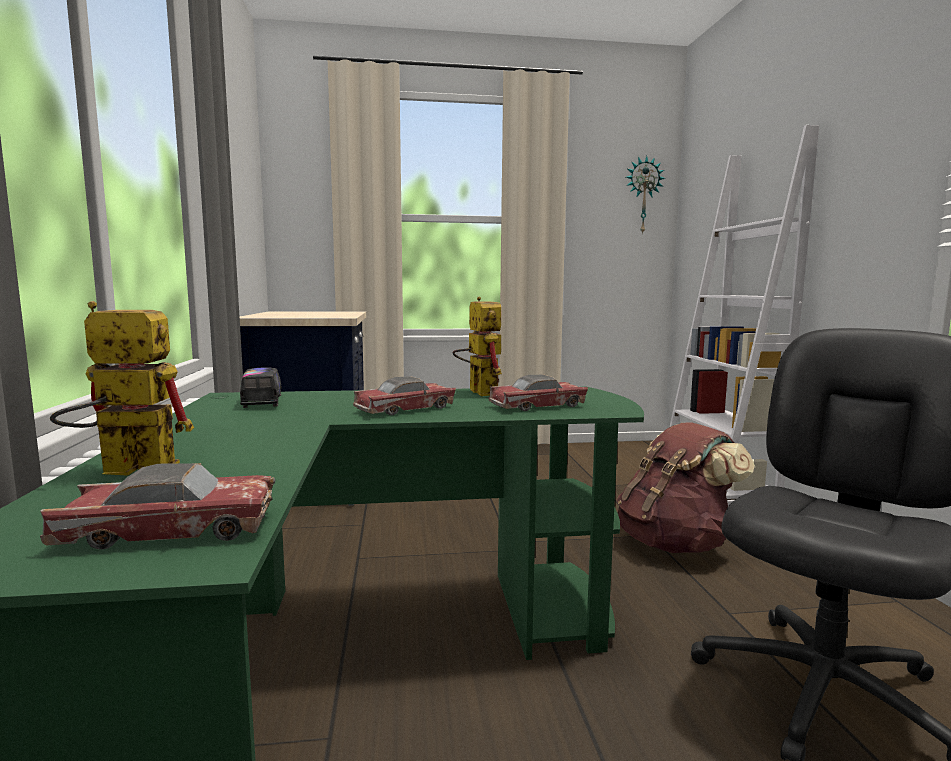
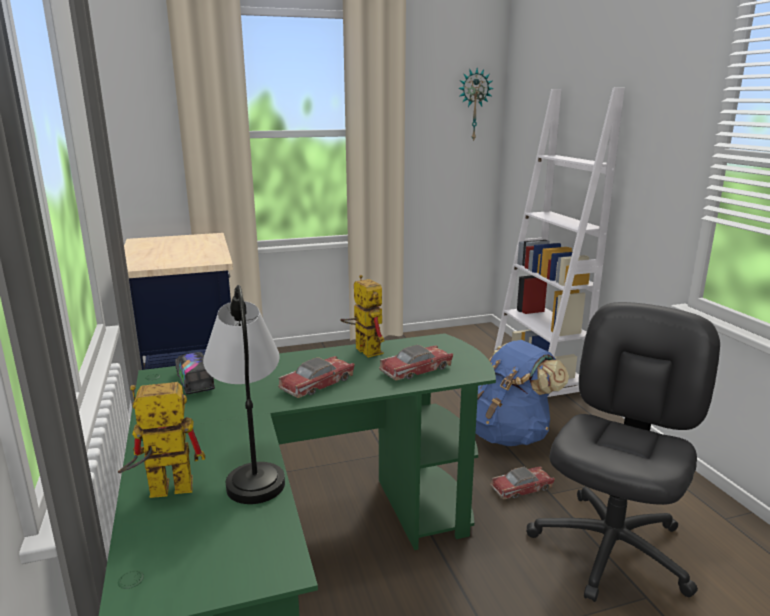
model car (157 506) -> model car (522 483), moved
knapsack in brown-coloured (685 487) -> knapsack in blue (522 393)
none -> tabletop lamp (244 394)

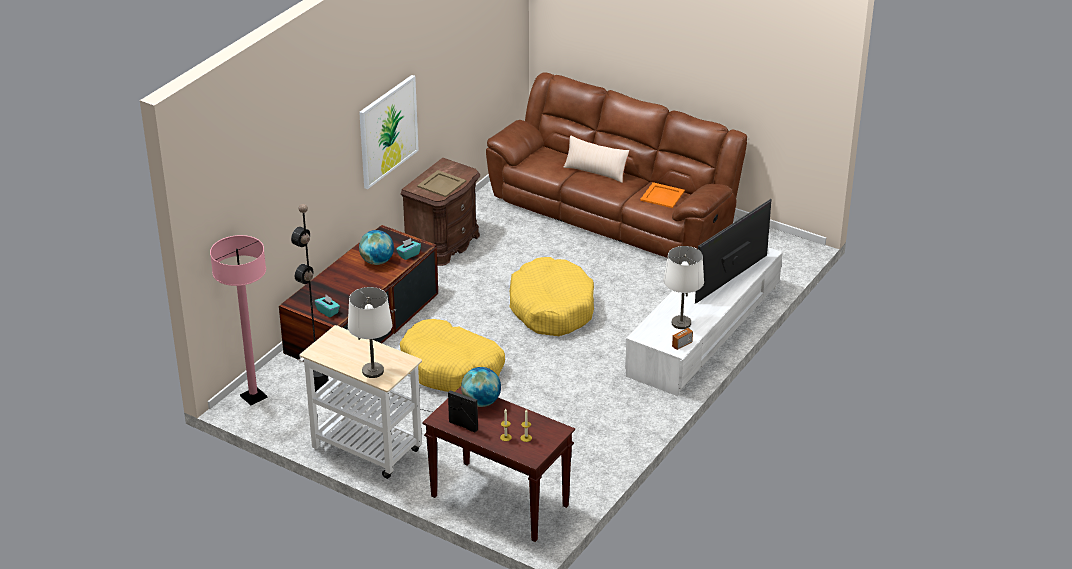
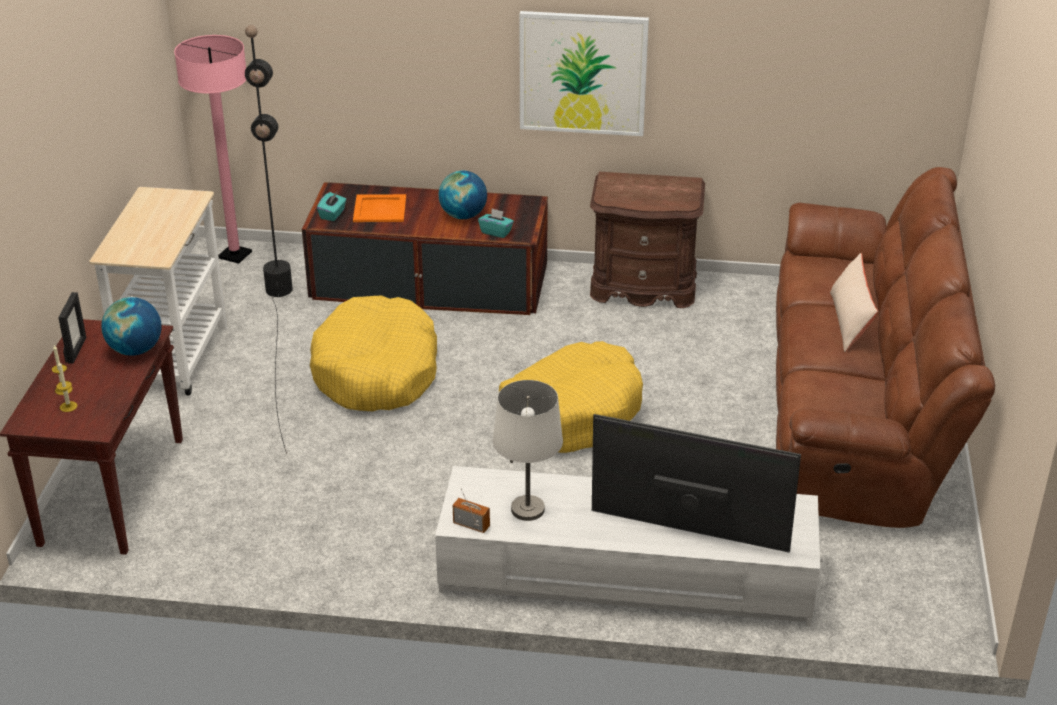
tabletop lamp in white-coloured (370 332) -> none
serving tray in beige (441 183) -> none
serving tray in orange-coloured (662 195) -> serving tray in orange-coloured (379 208), moved

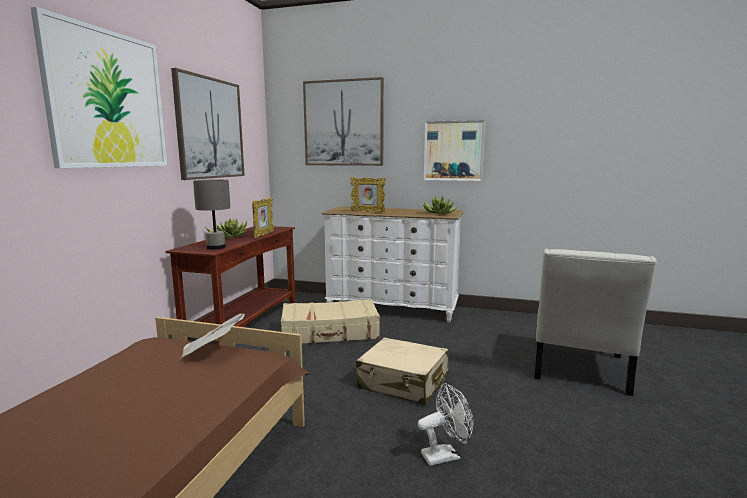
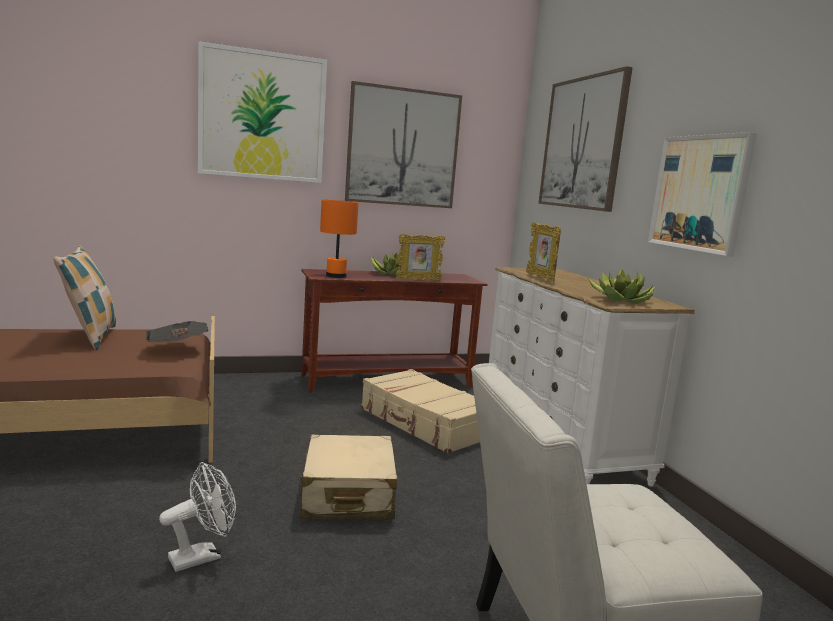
tabletop lamp in grey (211 214) -> tabletop lamp in orange-coloured (339 239)
cooling fan in white-coloured (446 424) -> cooling fan in white-coloured (197 517), 75 degrees counterclockwise
none -> throw pillow (84 297)

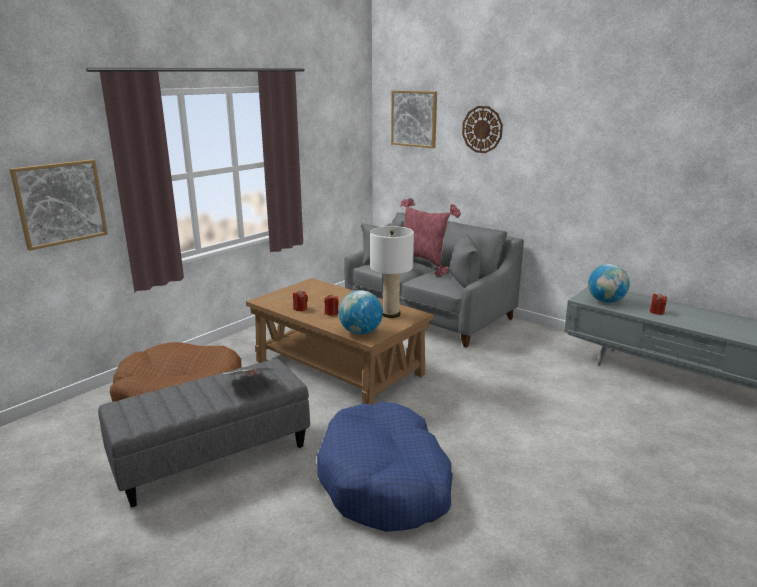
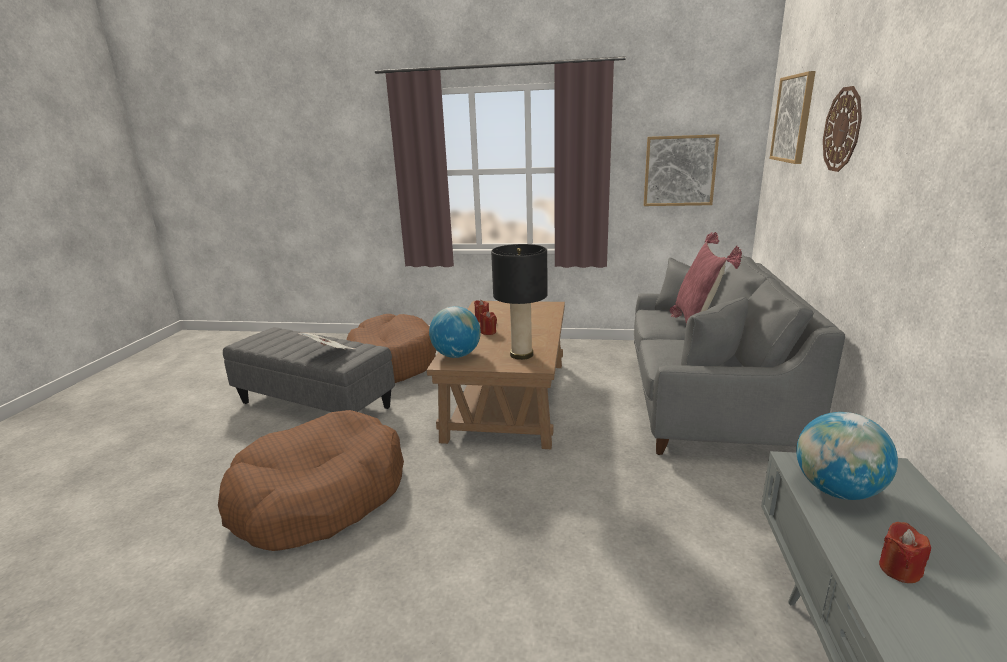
wall art (59 205) -> wall art (681 170), moved
dog bed in blue (385 467) -> dog bed in brown-coloured (311 480)
tabletop lamp in white-coloured (392 272) -> tabletop lamp in black-coloured (519 302)

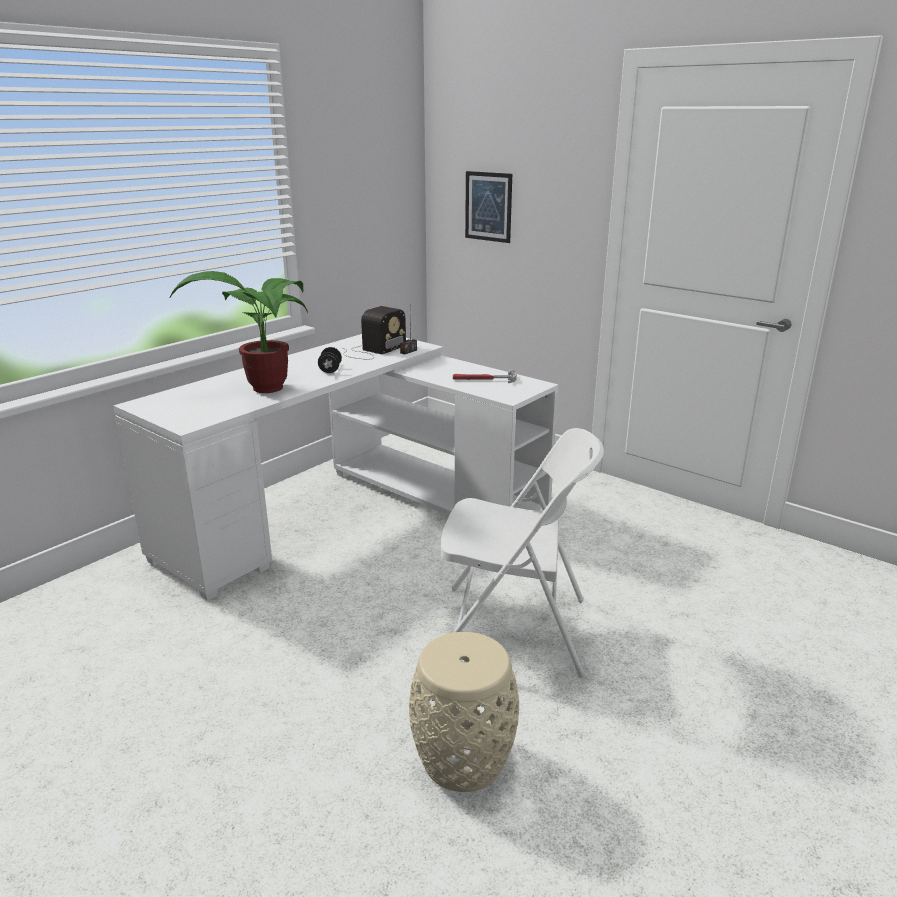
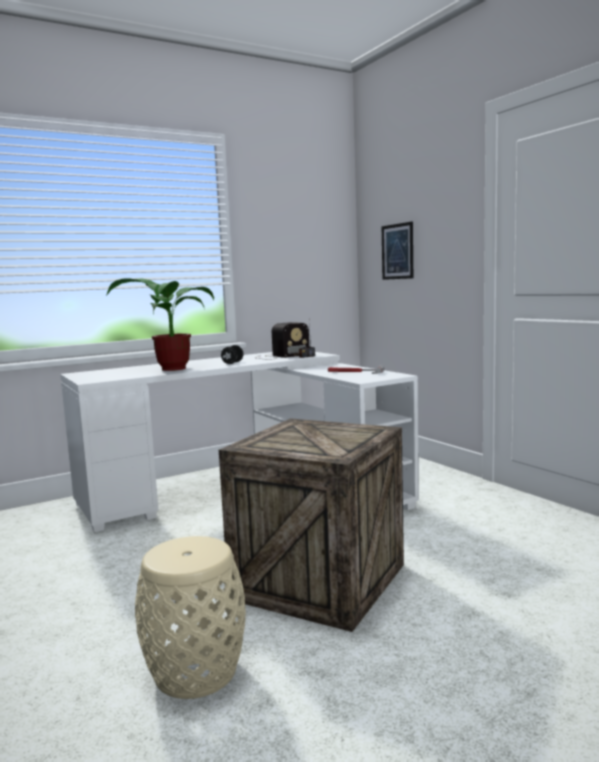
upright chair in white-coloured (522 553) -> crate (311 525)

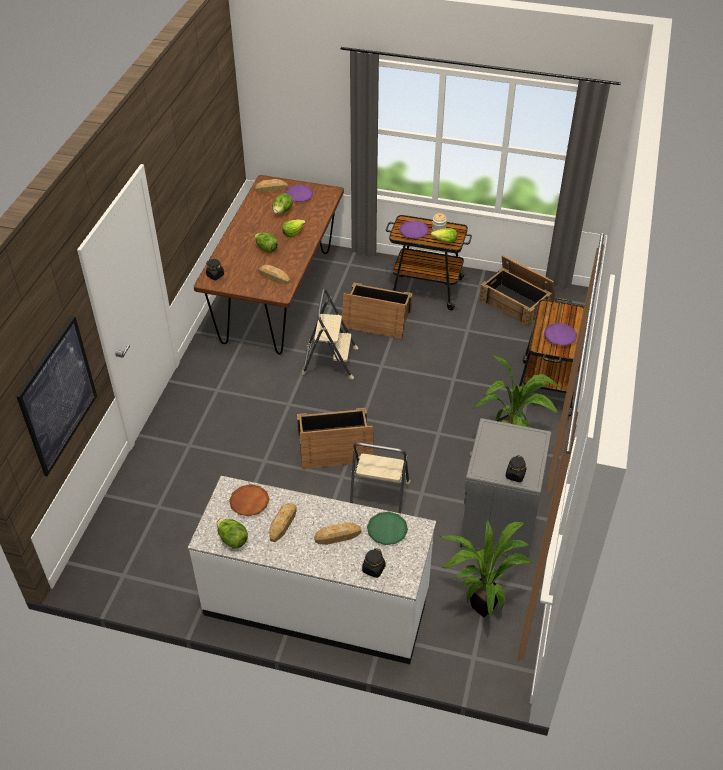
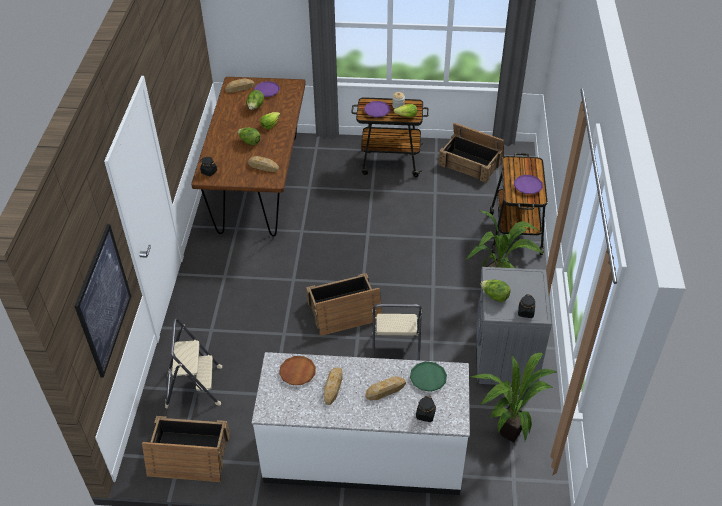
lettuce (232 534) -> lettuce (495 291), moved
stepladder in beige (330 334) -> stepladder in beige (193 363), moved
crate (377 311) -> crate (186 449), moved

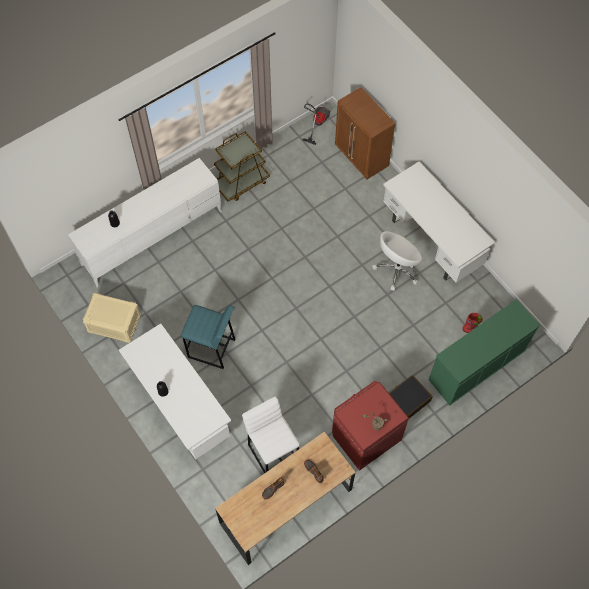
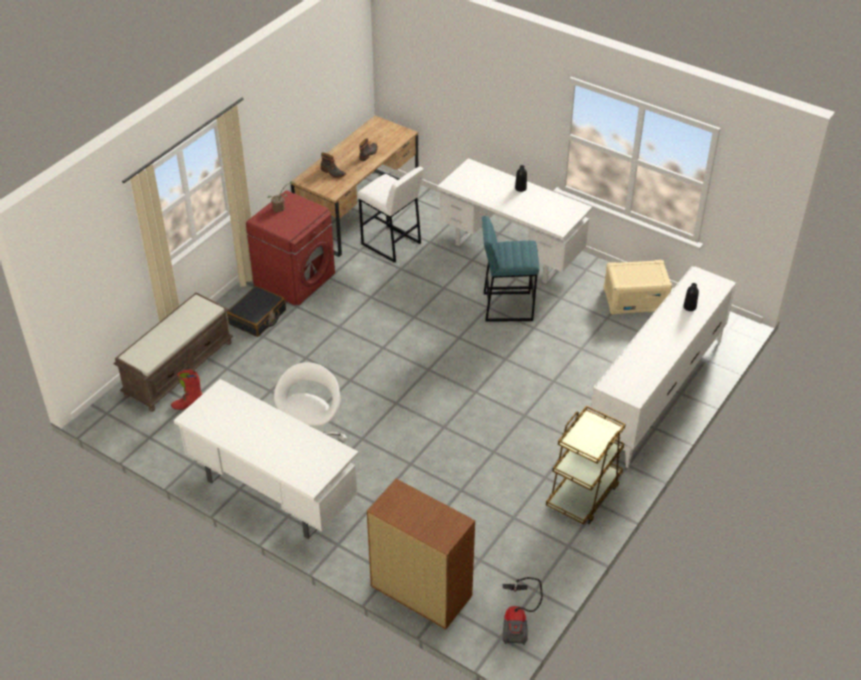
storage cabinet in green (484 352) -> bench in brown-coloured (173 352)

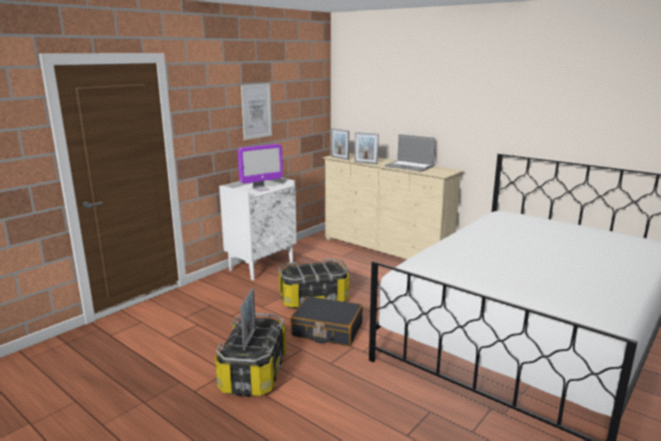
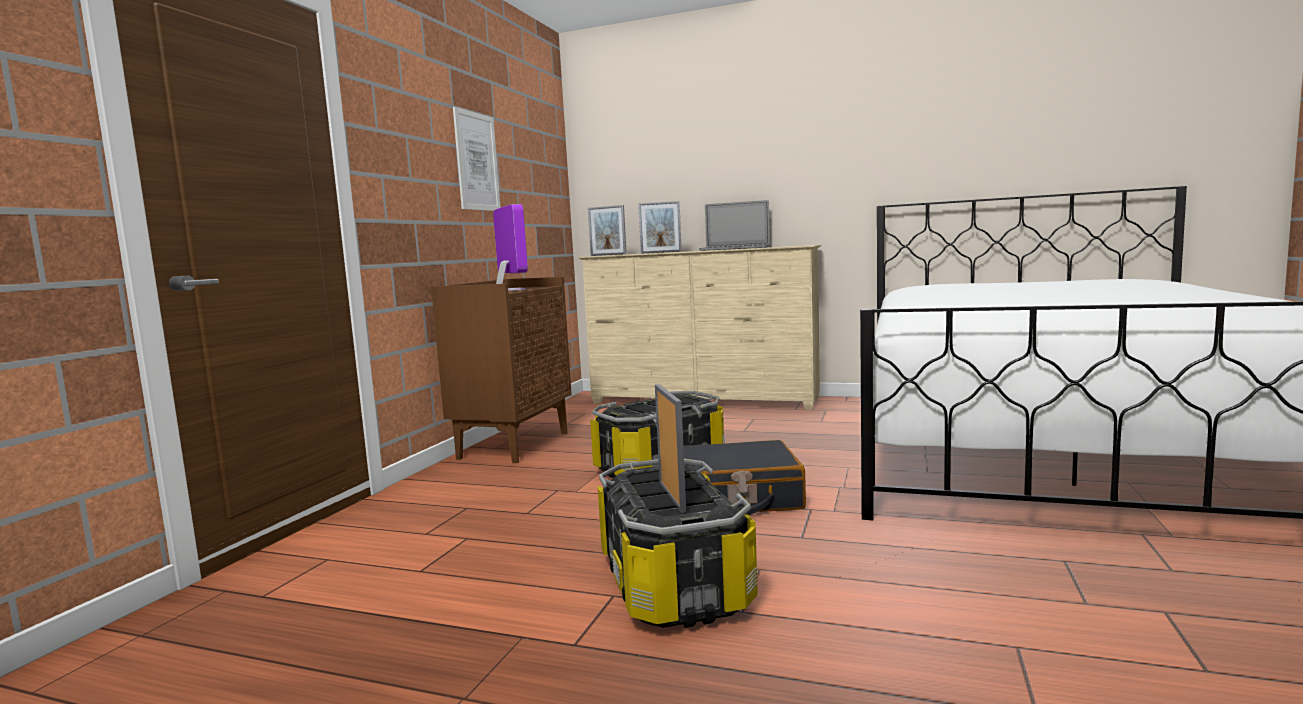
storage cabinet in white-coloured (258 229) -> storage cabinet in brown-coloured (501 370)
computer screen (260 167) -> computer screen (510 247), 60 degrees counterclockwise

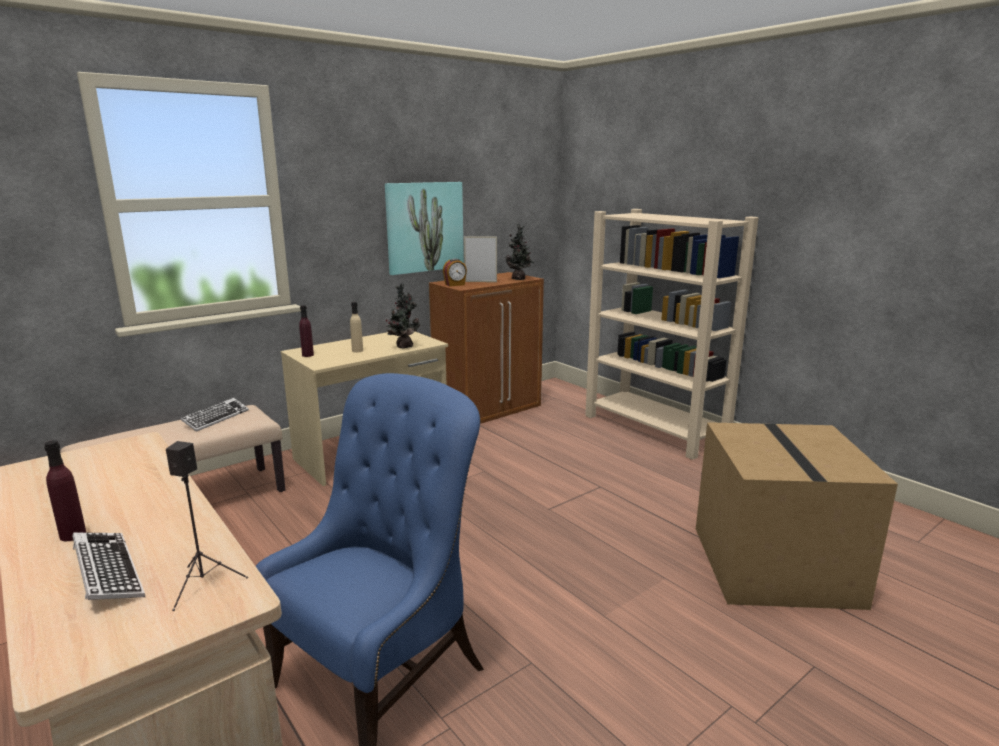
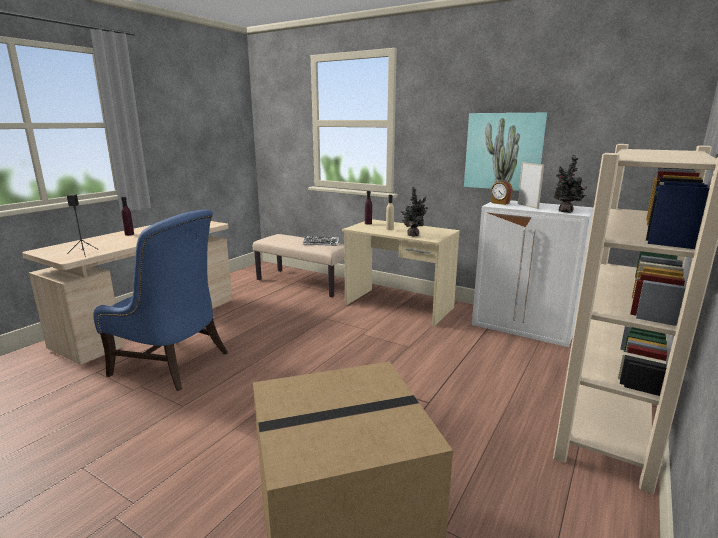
PC keyboard (108 566) -> none
storage cabinet in brown-coloured (486 348) -> storage cabinet in white-coloured (533 273)

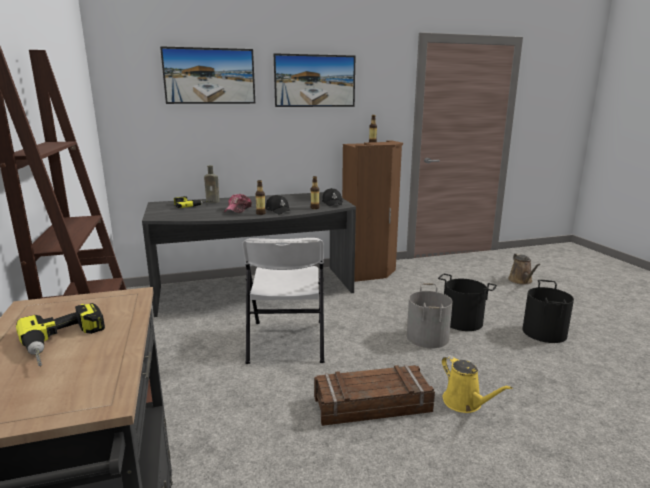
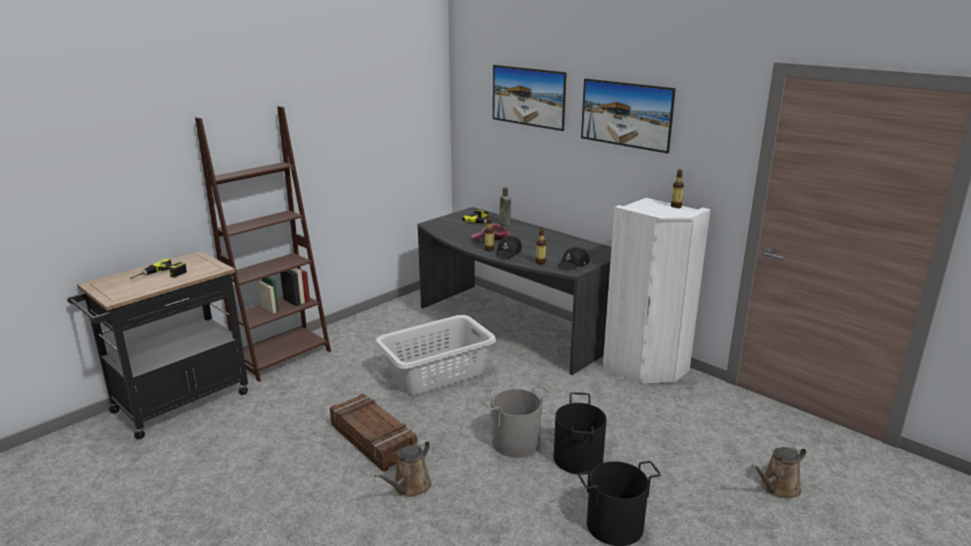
upright chair in white-coloured (283 301) -> laundry basket in grey (435 355)
storage cabinet in brown-coloured (372 211) -> storage cabinet in white-coloured (656 290)
watering pot in yellow (477 384) -> watering pot in brown-coloured (403 468)

